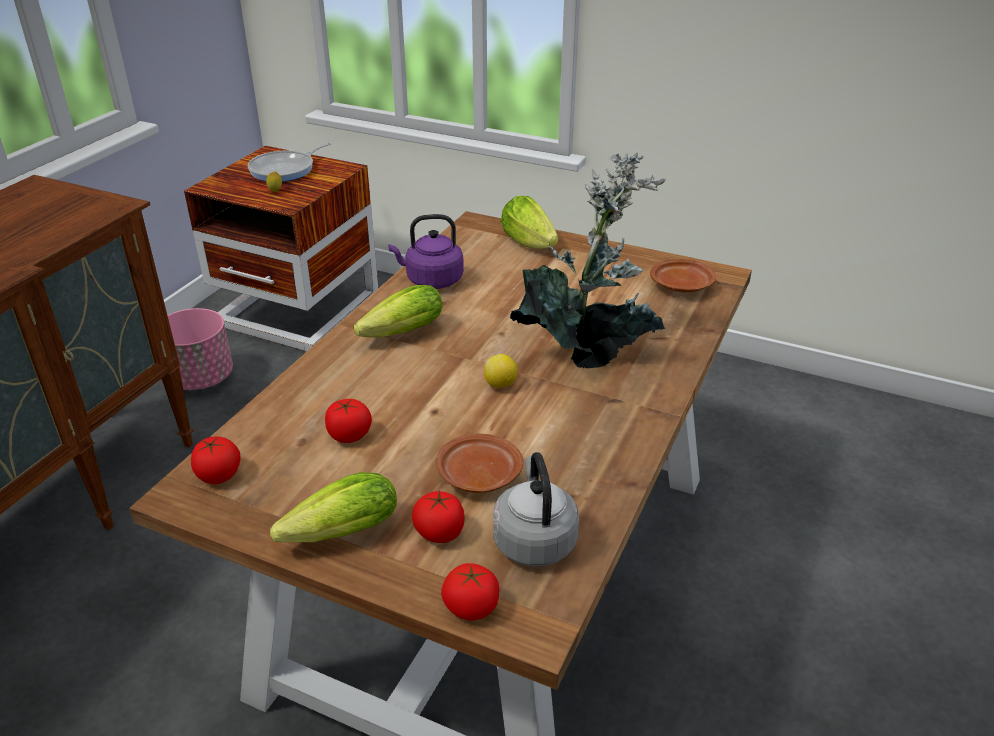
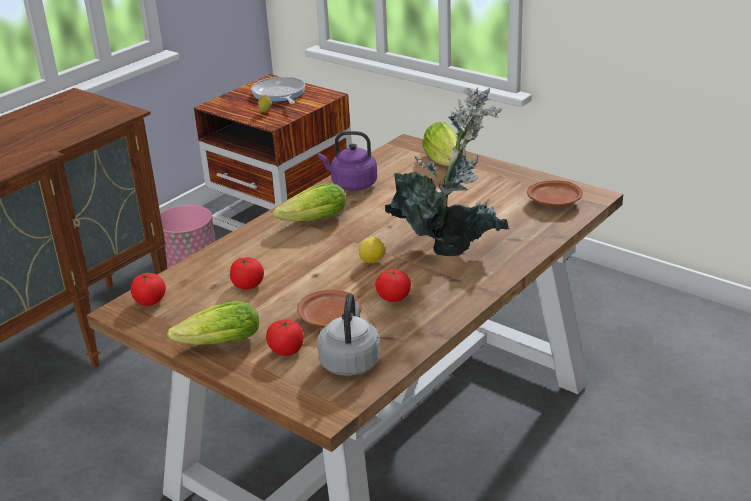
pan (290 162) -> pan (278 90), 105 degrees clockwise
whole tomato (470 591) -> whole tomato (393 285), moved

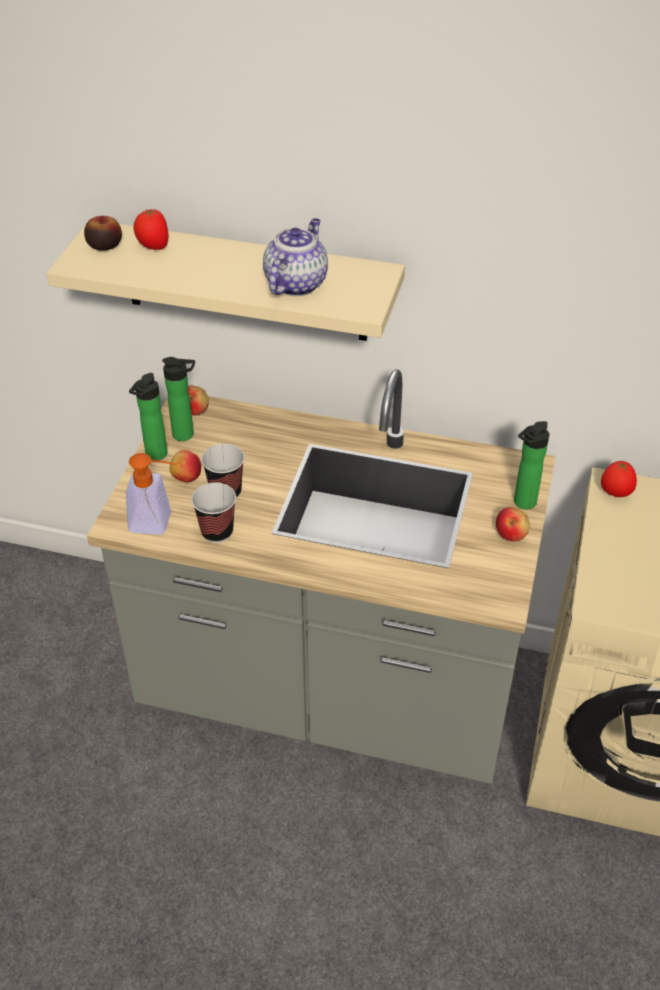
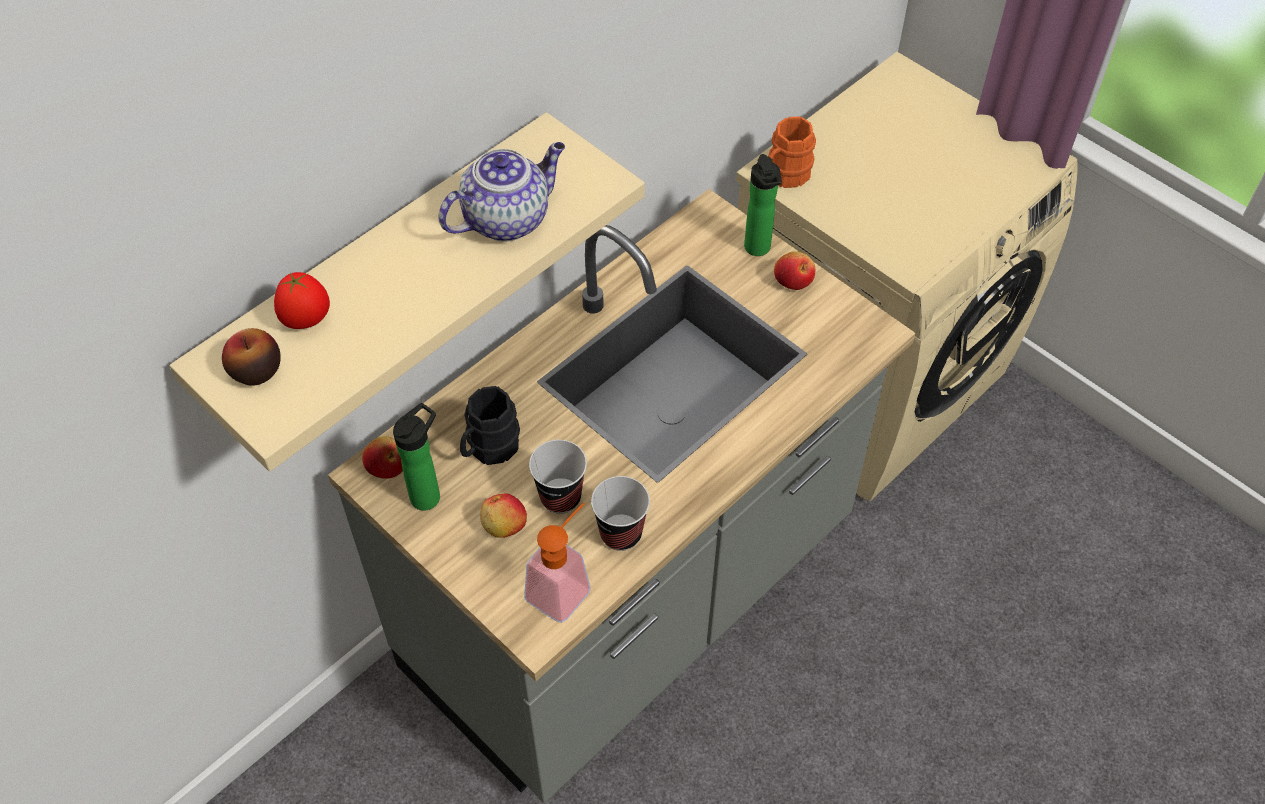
bottle (148 416) -> none
pot for tea (295 257) -> pot for tea (501 192), 90 degrees clockwise
whole tomato (619 479) -> coffee mug in orange-coloured (792 152)
none -> coffee mug in black-coloured (490 425)

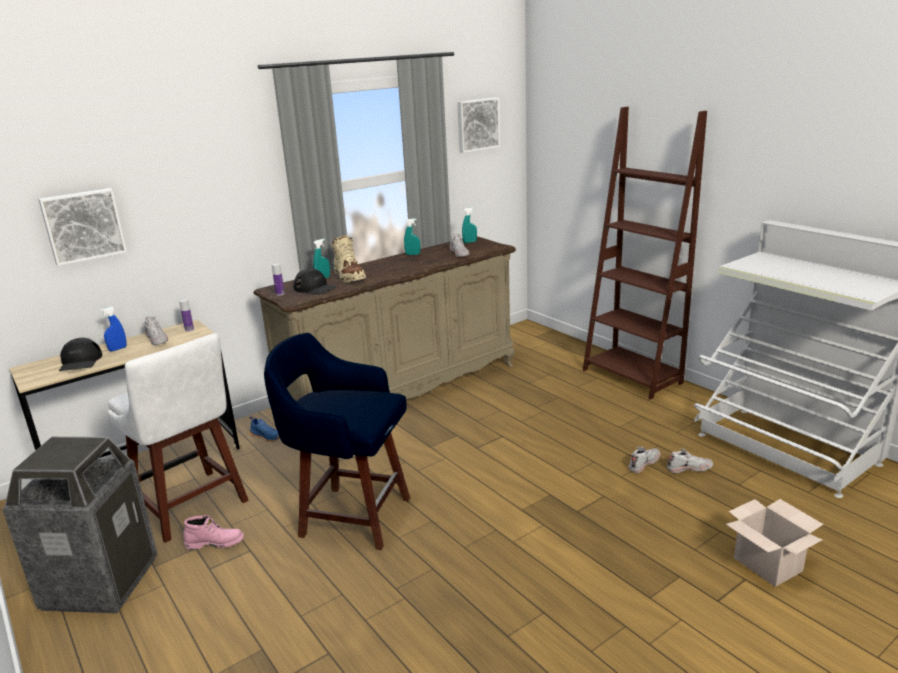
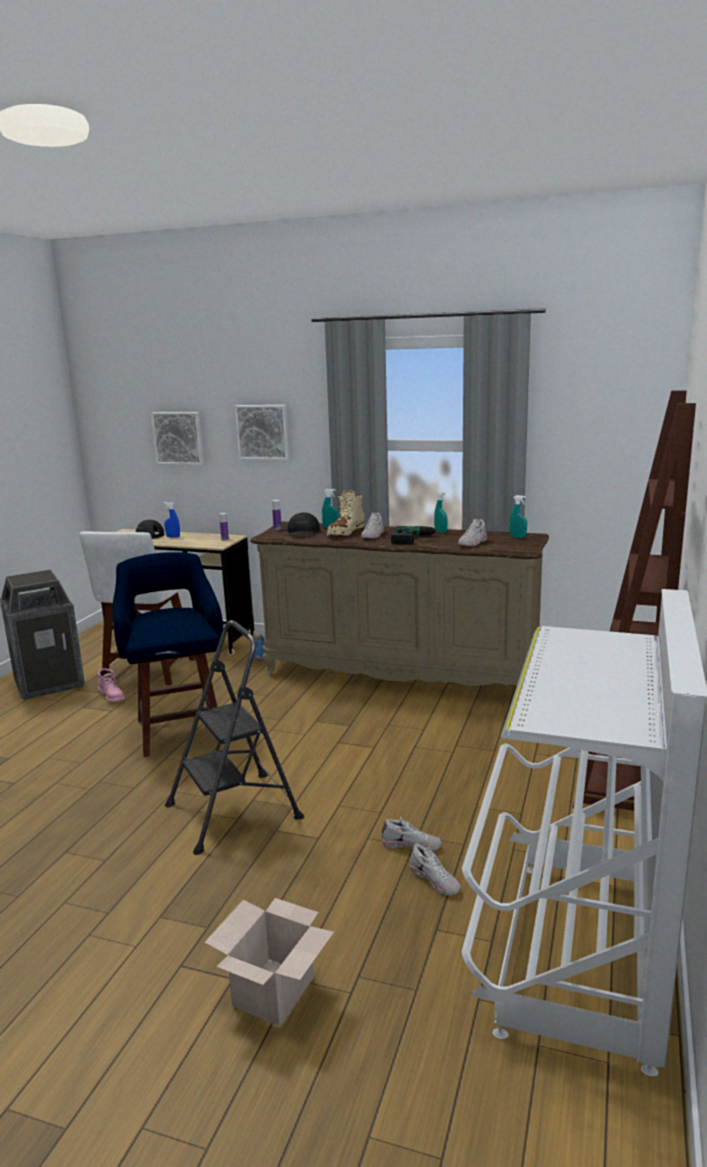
low shoe in white-coloured (156 330) -> low shoe in white-coloured (372 525), moved
wall art (478 125) -> wall art (262 432), moved
none -> stepladder in black-coloured (234 737)
none -> drill (418 535)

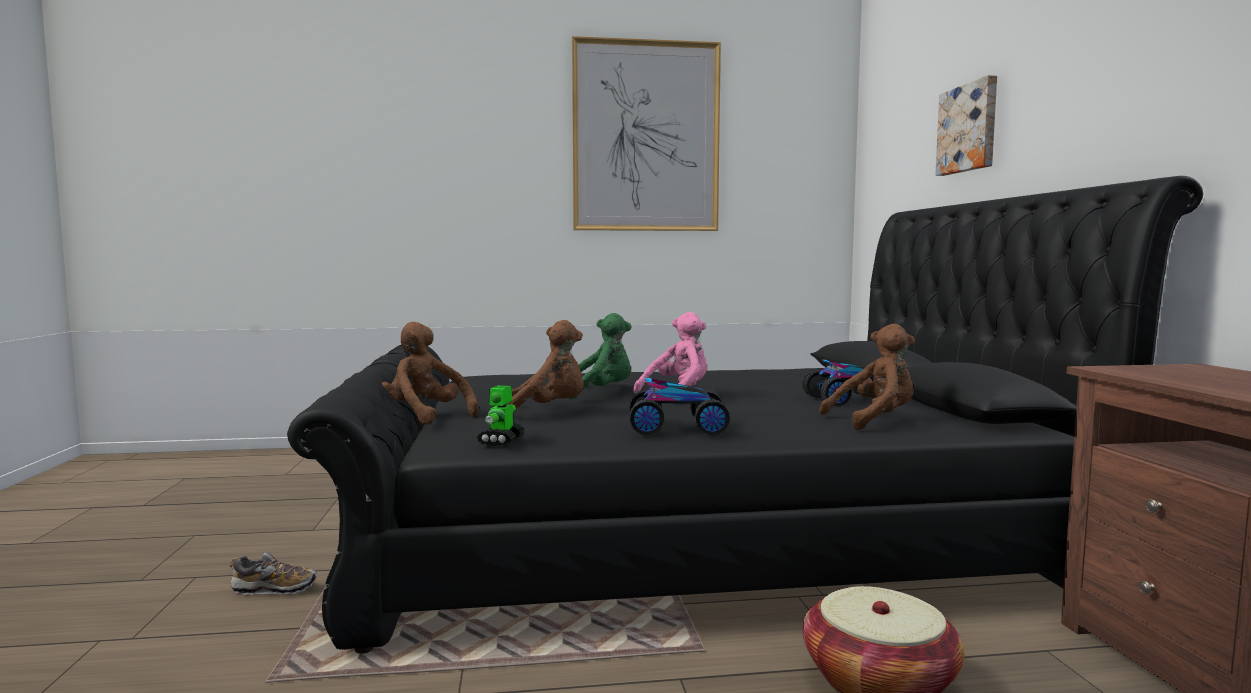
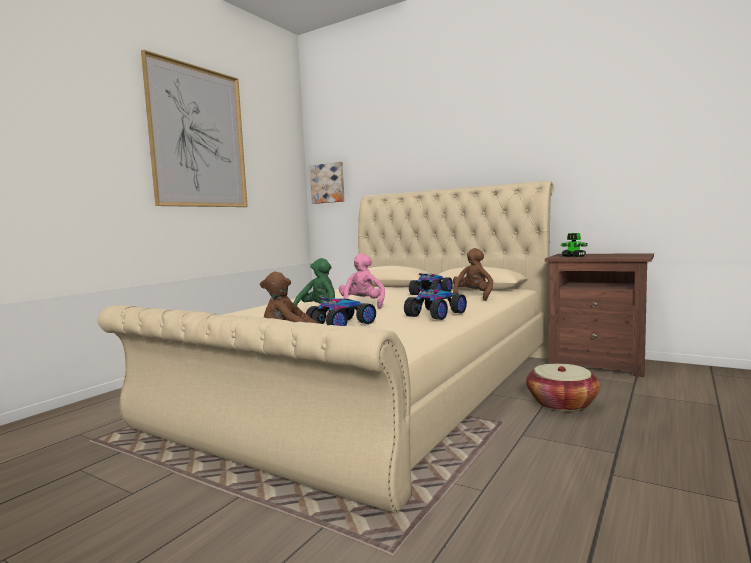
low shoe (273 573) -> none
bedroom bed in black-coloured (745 415) -> bedroom bed in beige (325 347)
model robot (501 415) -> model robot (574 245), moved
plush toy in brown-coloured (545 364) -> model car (341 311)
wall art (966 125) -> wall art (327 183), moved

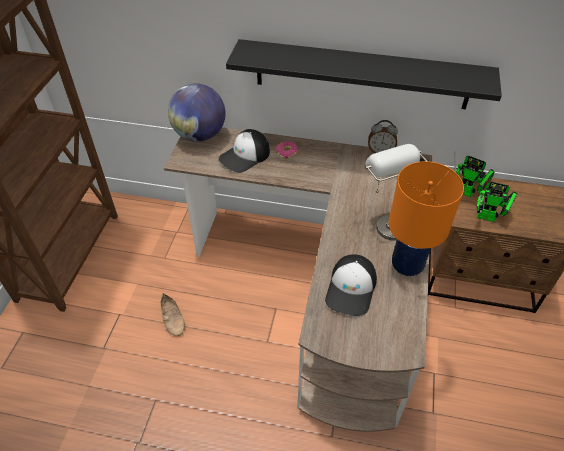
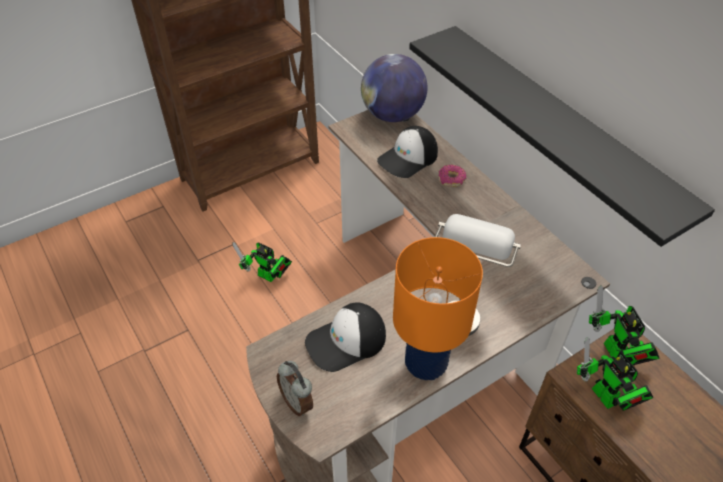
low shoe in beige (173 314) -> model robot (262 262)
cap (244 151) -> cap (407 152), 45 degrees counterclockwise
alarm clock (383 136) -> alarm clock (295 388), moved

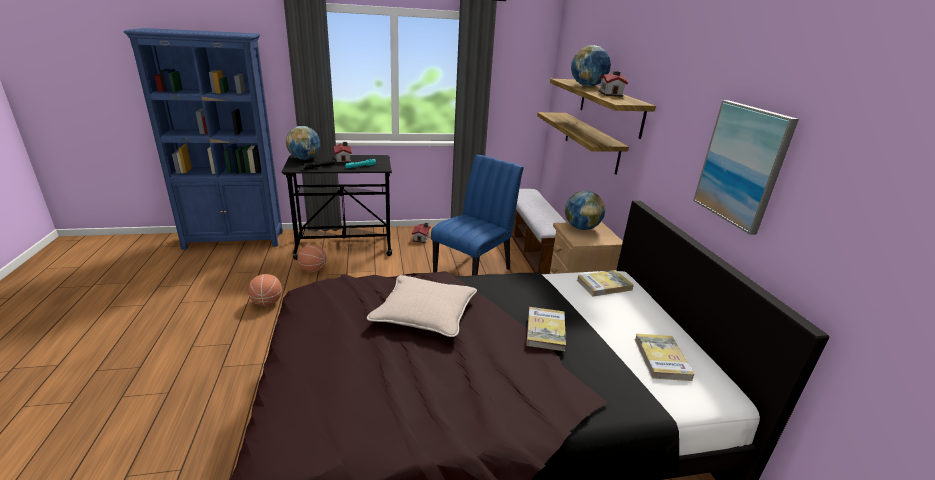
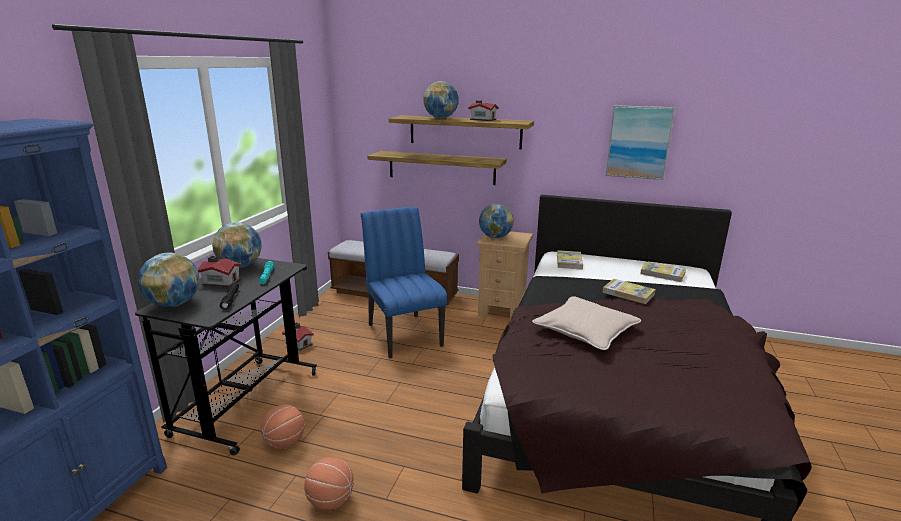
none -> desk globe (237 245)

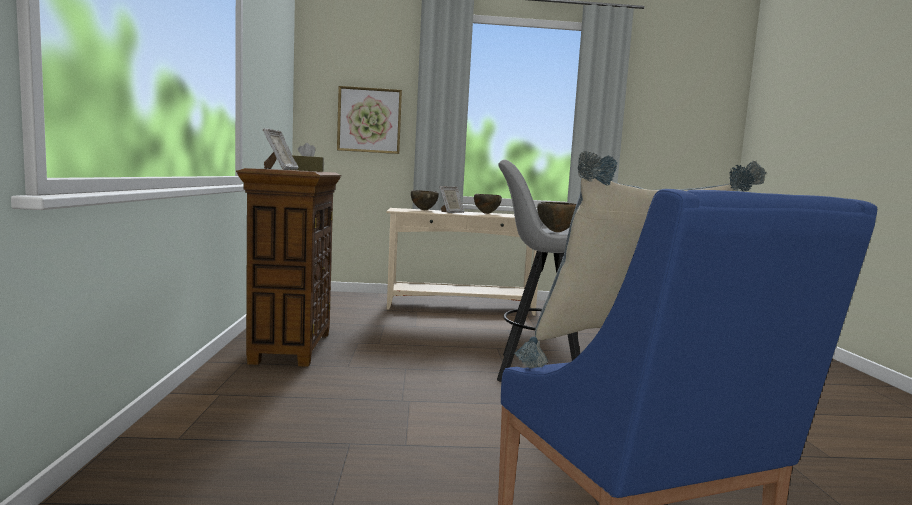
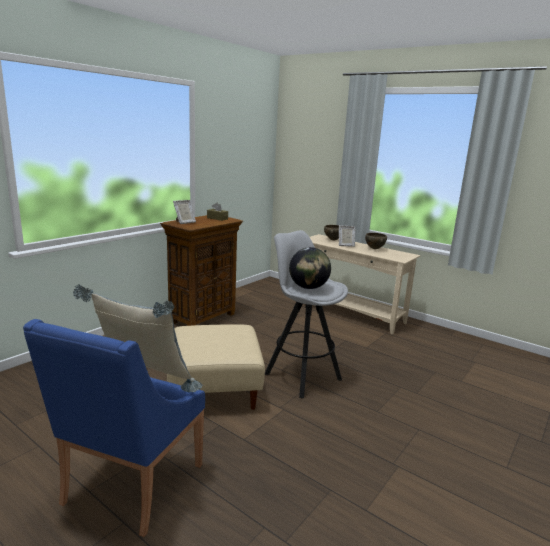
wall art (369 120) -> none
bowl in brown-coloured (556 217) -> desk globe (310 268)
none -> pouffe in beige (216 367)

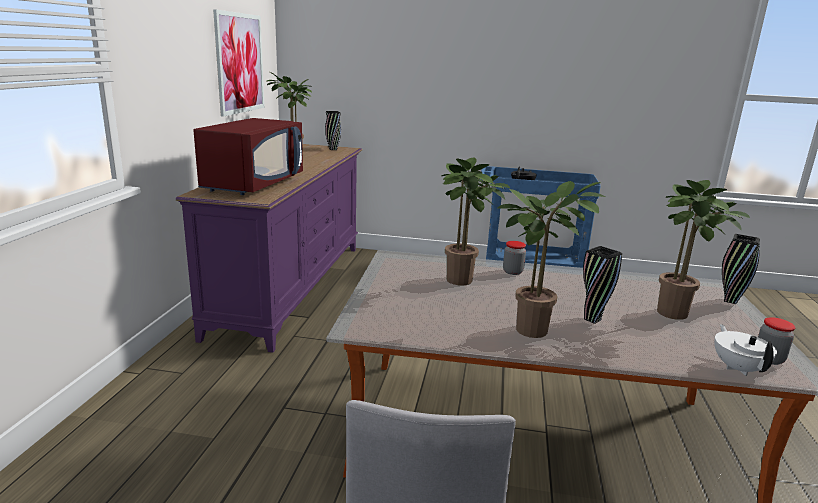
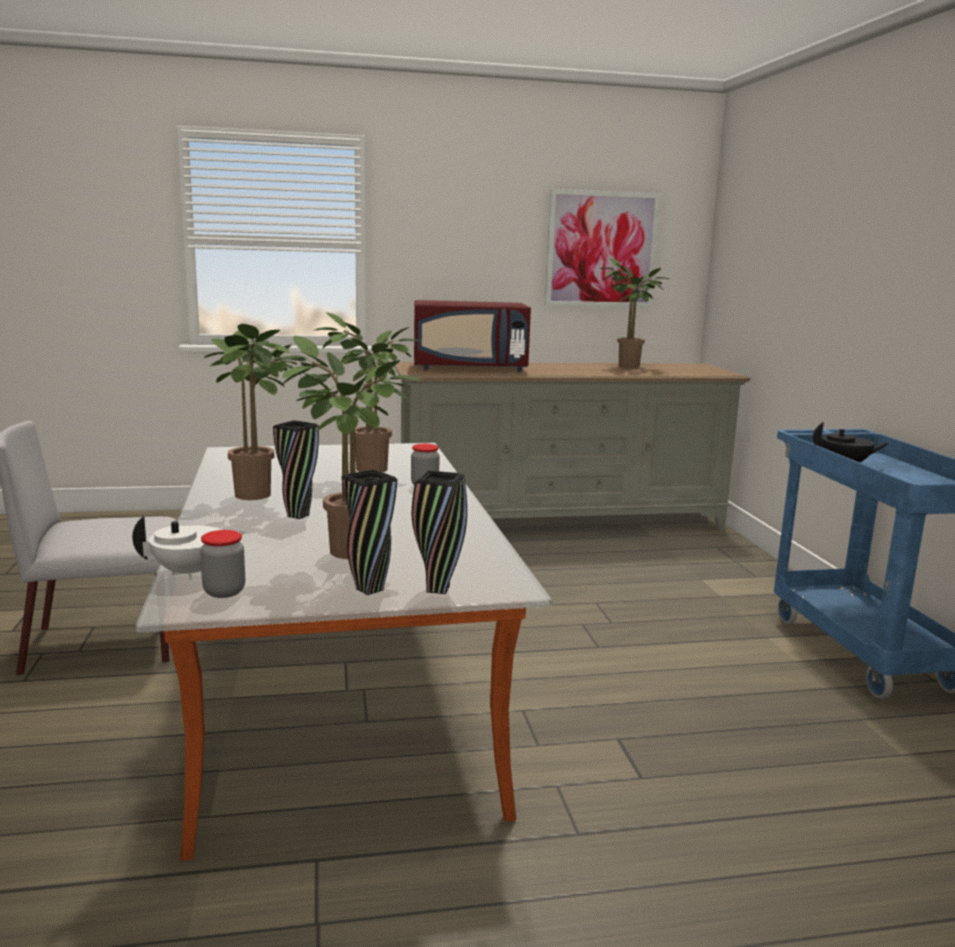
storage cabinet in purplish (269 248) -> storage cabinet in grey (572 446)
decorative vase in black-coloured (333 130) -> decorative vase in black-coloured (369 532), moved

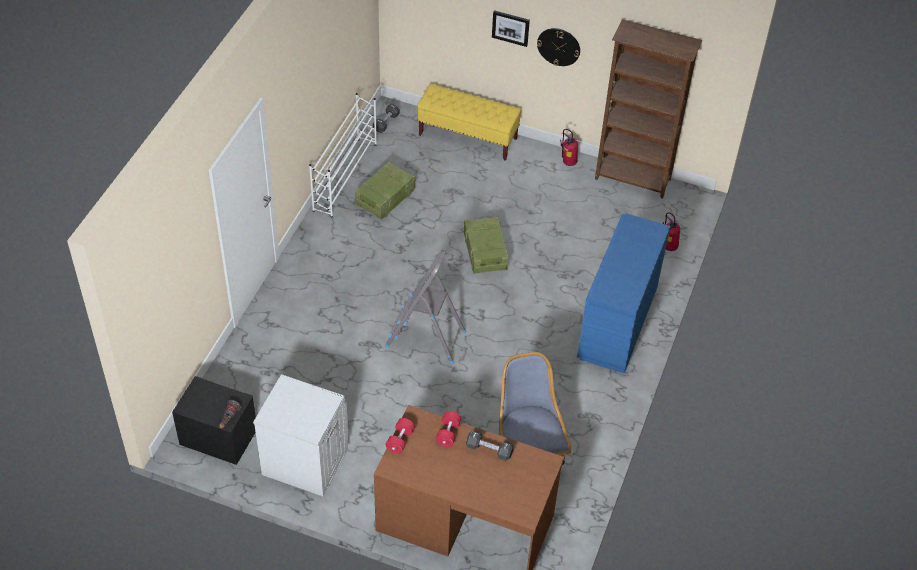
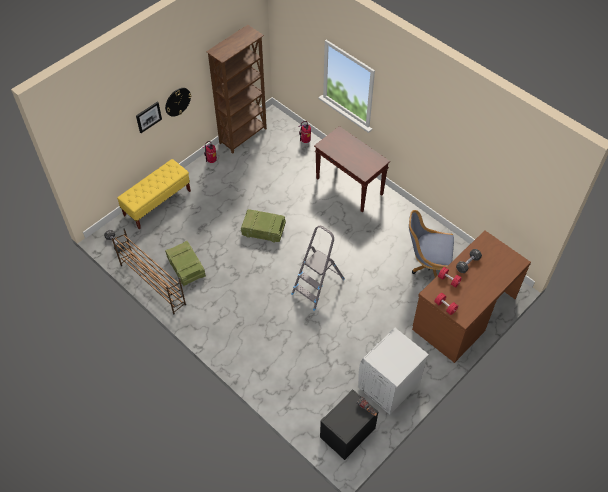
shoe stand in white-coloured (343 155) -> shoe stand in brown-coloured (149 272)
storage cabinet in blue (623 293) -> console table in brown-coloured (352 169)

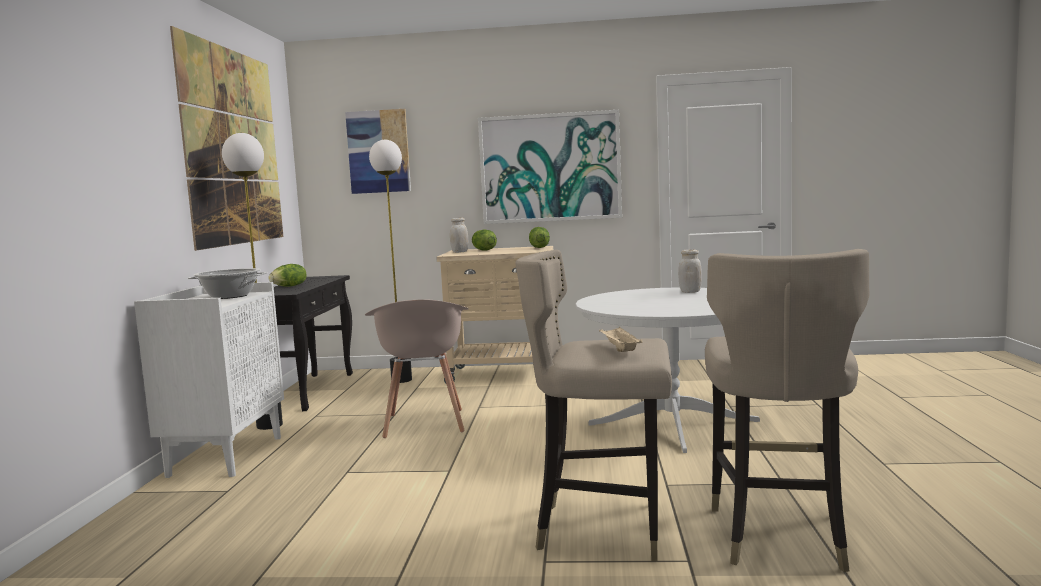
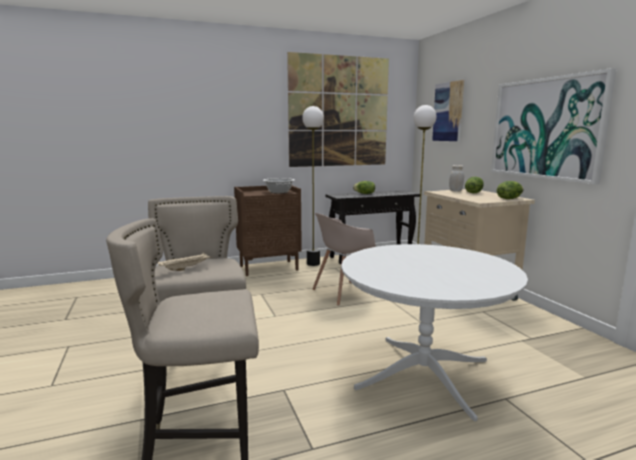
storage cabinet in white-coloured (209 380) -> storage cabinet in brown-coloured (268 231)
preserve jar in white-coloured (690 271) -> none

